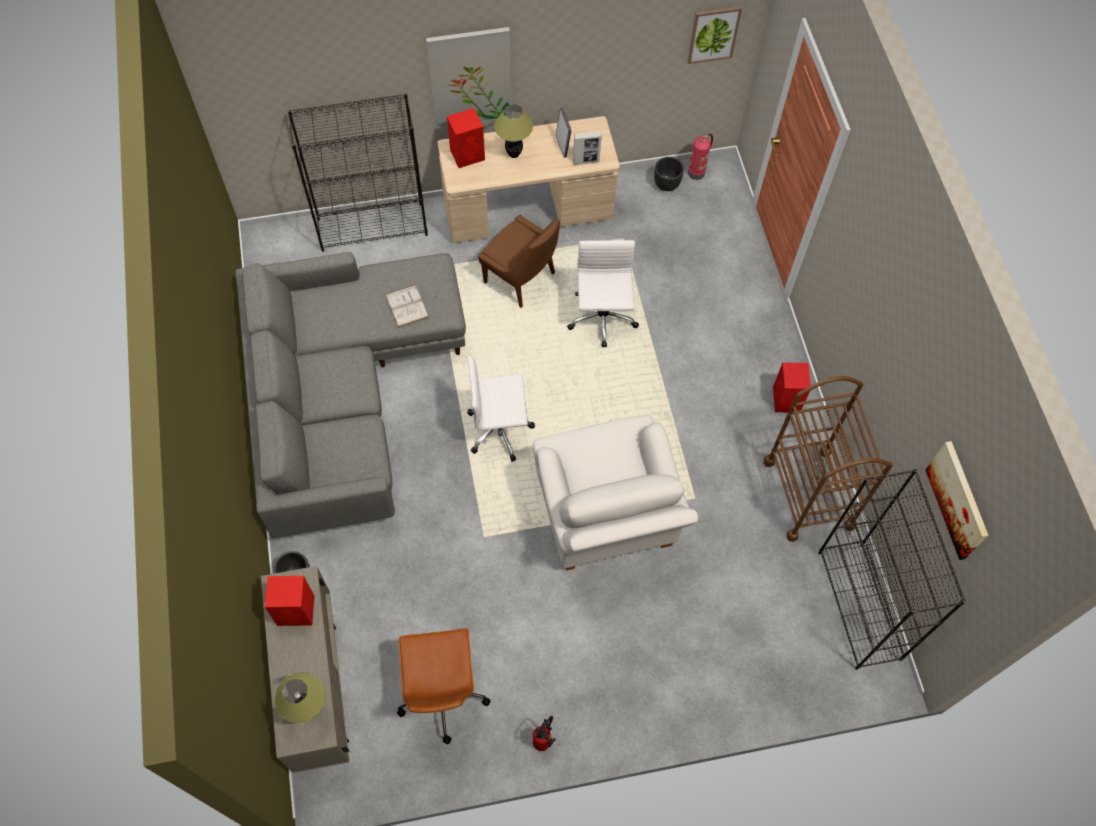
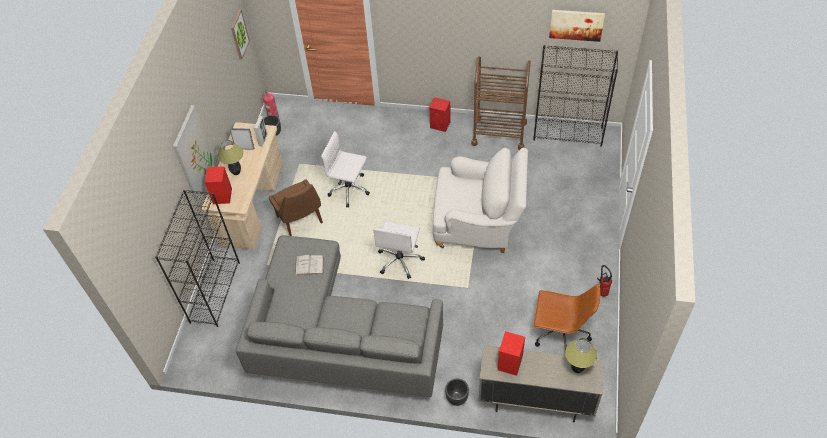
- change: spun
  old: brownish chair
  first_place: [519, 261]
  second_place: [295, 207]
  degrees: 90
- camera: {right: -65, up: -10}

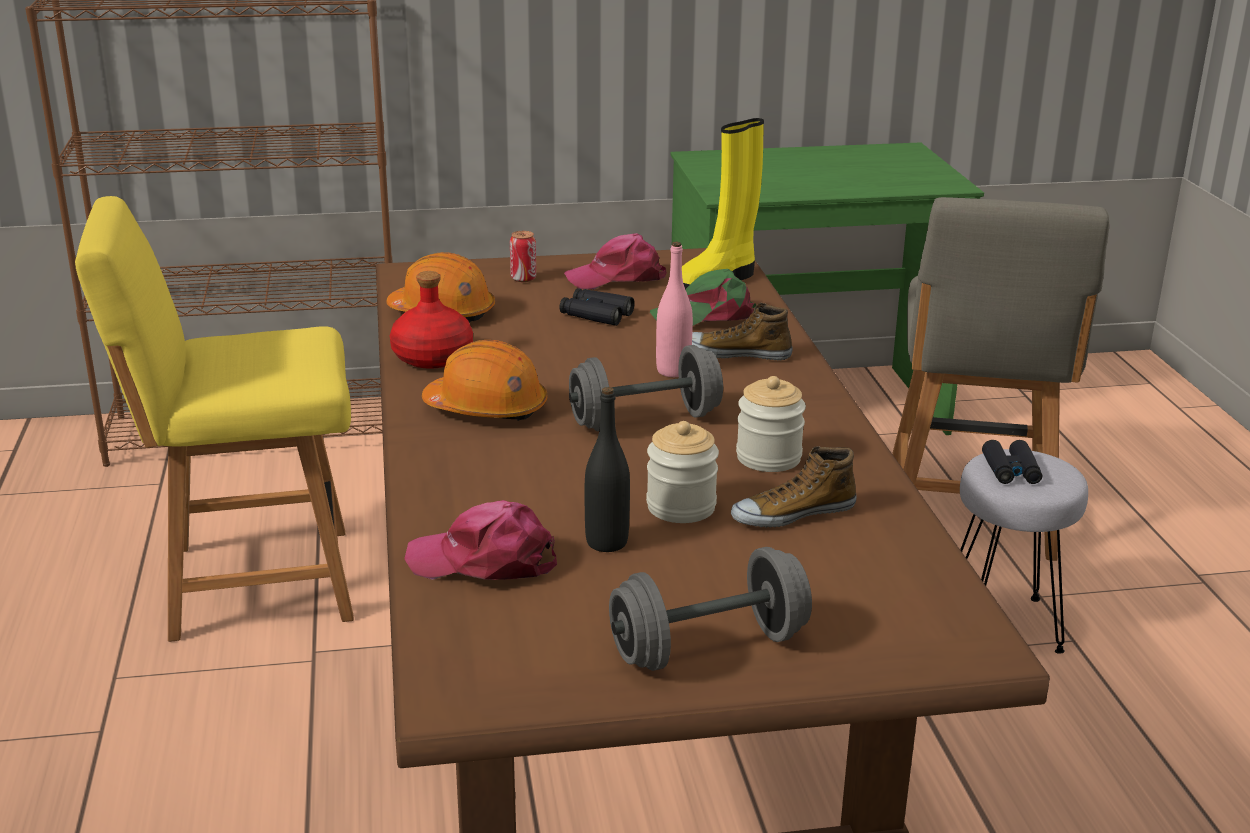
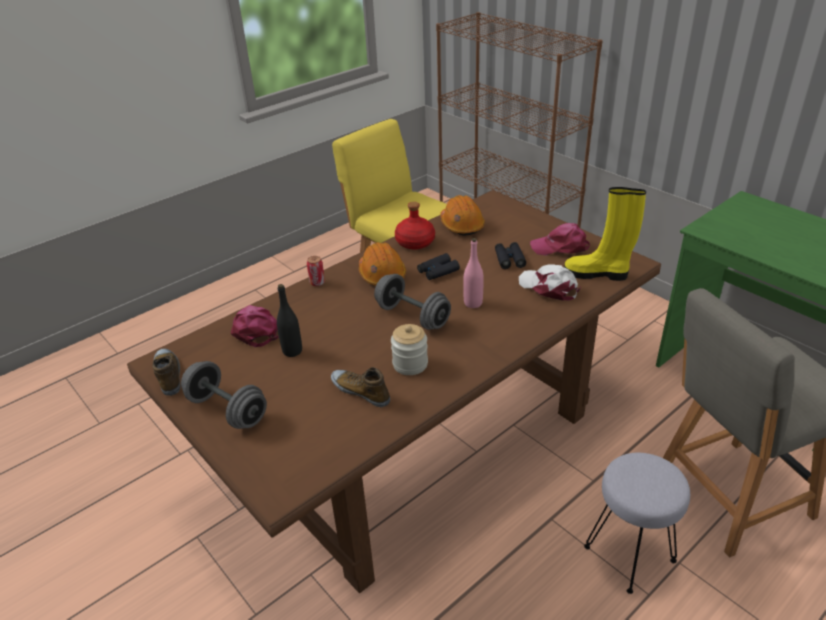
- change: relocated
  old: shoe
  first_place: [742, 332]
  second_place: [166, 372]
- change: relocated
  old: metal can
  first_place: [523, 256]
  second_place: [316, 271]
- change: relocated
  old: black-coloured binoculars
  first_place: [1012, 462]
  second_place: [438, 266]
- change: colour
  old: green cap
  new: whitish cap
  first_place: [703, 297]
  second_place: [550, 283]
- change: spun
  old: pink-coloured cap
  first_place: [615, 261]
  second_place: [560, 239]
  degrees: -45
- change: missing
  old: storage jar
  first_place: [682, 472]
- camera: {right: 60, up: 10}

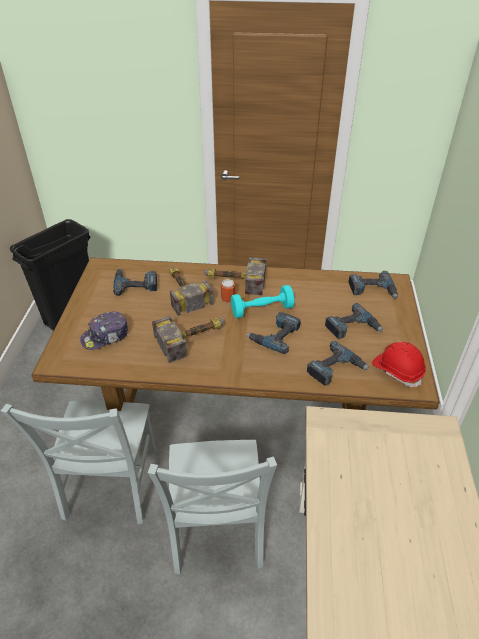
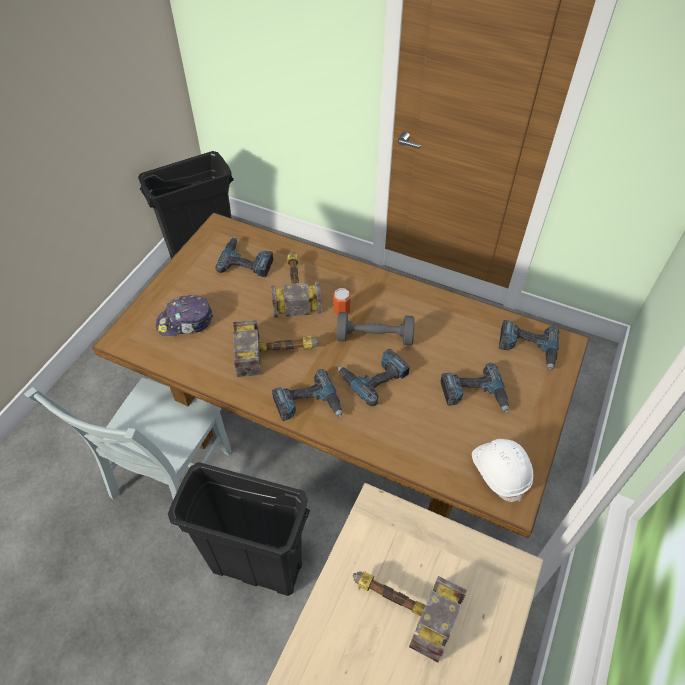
- change: exchanged
  old: gray chair
  new: black-coloured waste bin
  first_place: [212, 507]
  second_place: [239, 529]
- change: relocated
  old: drill
  first_place: [338, 363]
  second_place: [307, 395]
- change: colour
  old: blue-green dumbbell
  new: gray dumbbell
  first_place: [263, 301]
  second_place: [375, 328]
- change: relocated
  old: hammer
  first_place: [235, 276]
  second_place: [410, 616]
- change: colour
  old: reddish work helmet
  new: whitish work helmet
  first_place: [399, 364]
  second_place: [502, 470]
- camera: {right: 20, up: 10}

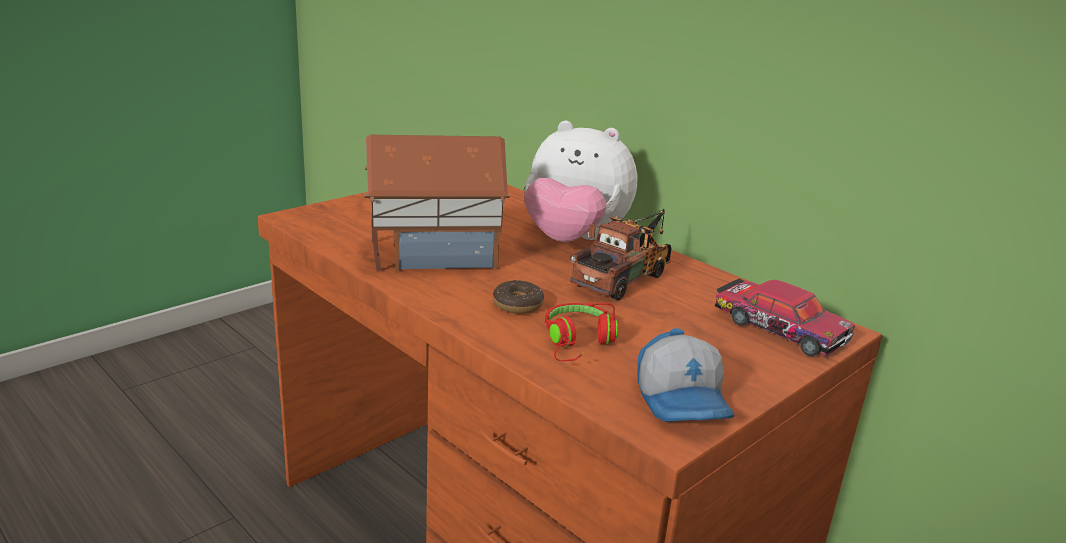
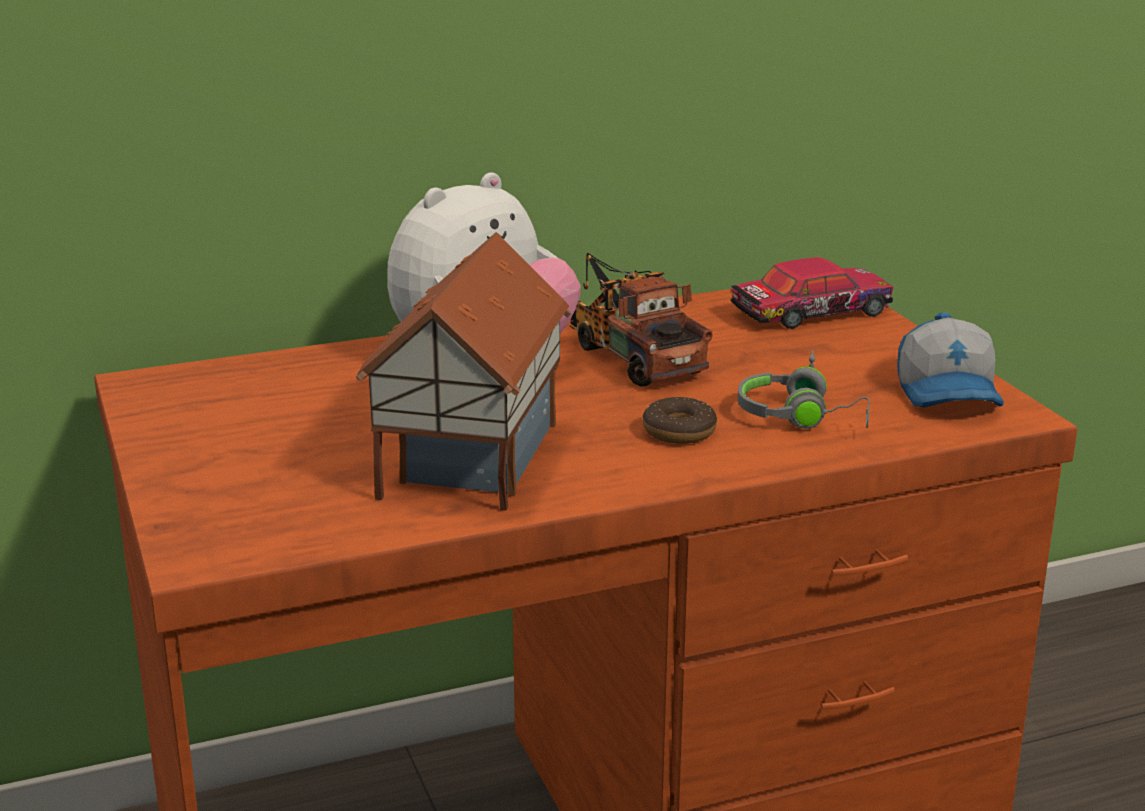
- change: colour
  old: reddish headset
  new: gray headset
  first_place: [581, 331]
  second_place: [803, 389]
- change: spun
  old: cap
  first_place: [686, 375]
  second_place: [950, 360]
  degrees: 75
- camera: {right: -65, up: 0}

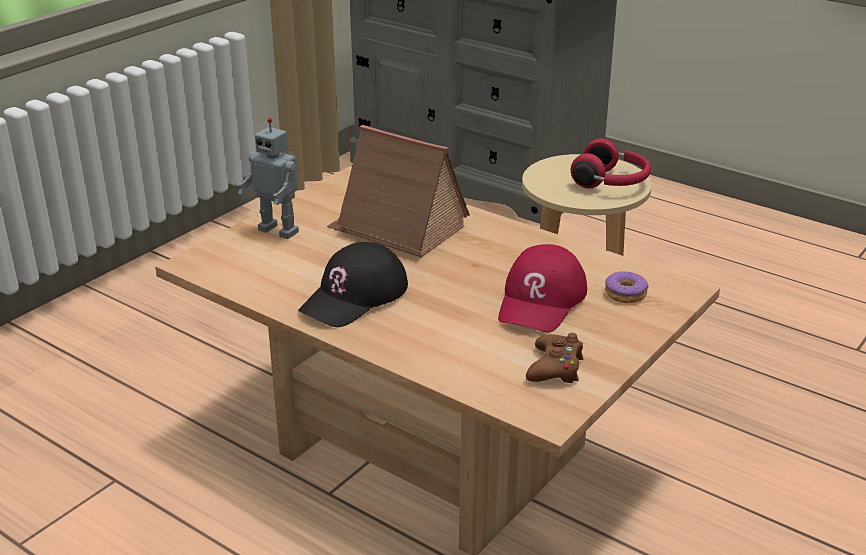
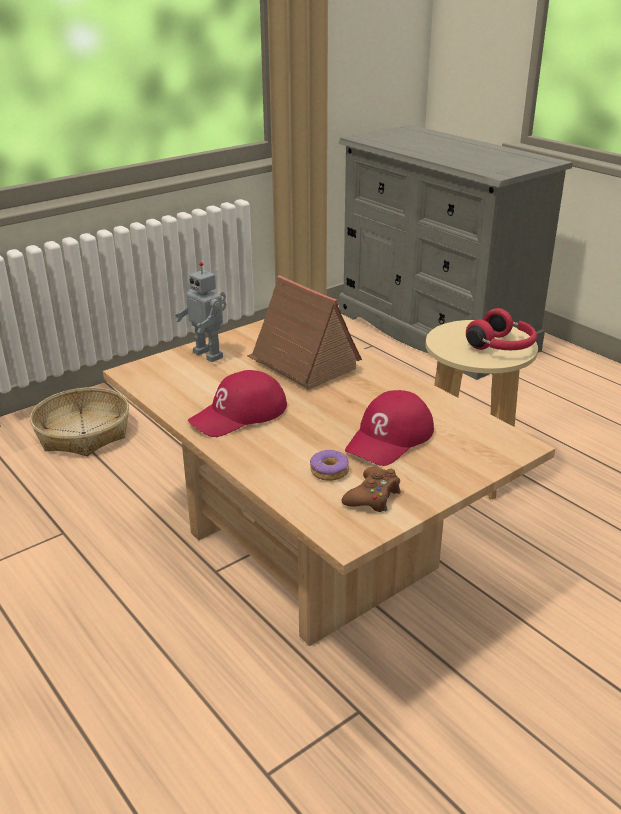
- change: appeared
  new: household basket
  second_place: [79, 421]
- change: colour
  old: black-coloured cap
  new: reddish cap
  first_place: [353, 284]
  second_place: [237, 403]
- change: relocated
  old: ring doughnut
  first_place: [627, 287]
  second_place: [329, 465]
- camera: {right: 15, up: 0}

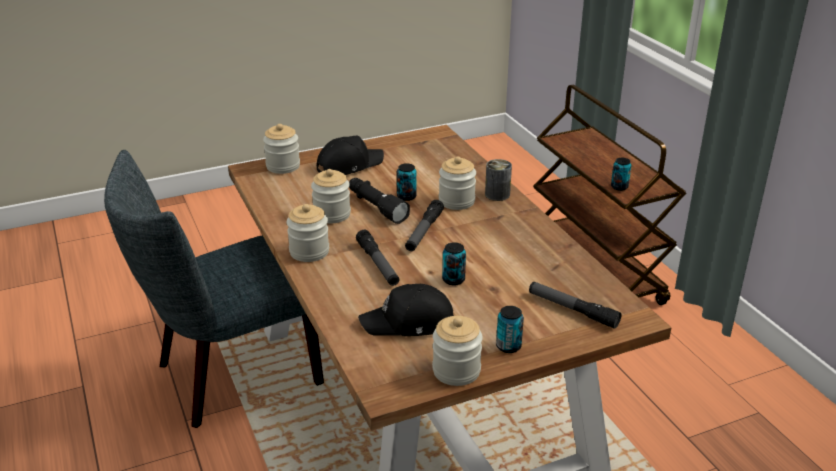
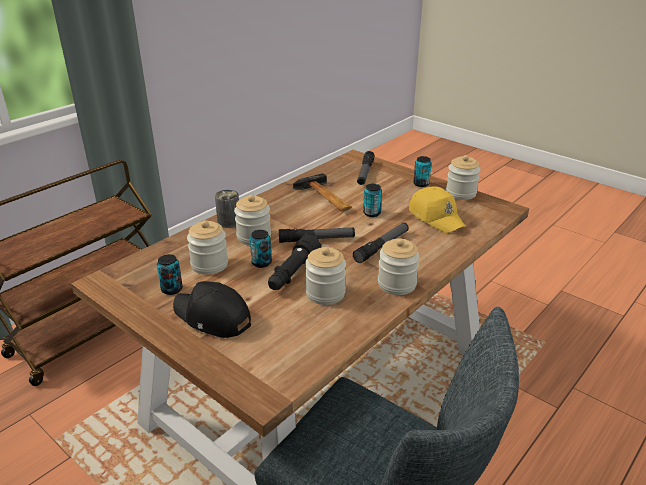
- change: relocated
  old: metal can
  first_place: [621, 174]
  second_place: [170, 274]
- change: relocated
  old: storage jar
  first_place: [281, 149]
  second_place: [207, 247]
- change: appeared
  new: hammer
  second_place: [322, 192]
- change: colour
  old: black-coloured cap
  new: yellowish cap
  first_place: [406, 310]
  second_place: [437, 210]
- camera: {right: -115, up: 0}

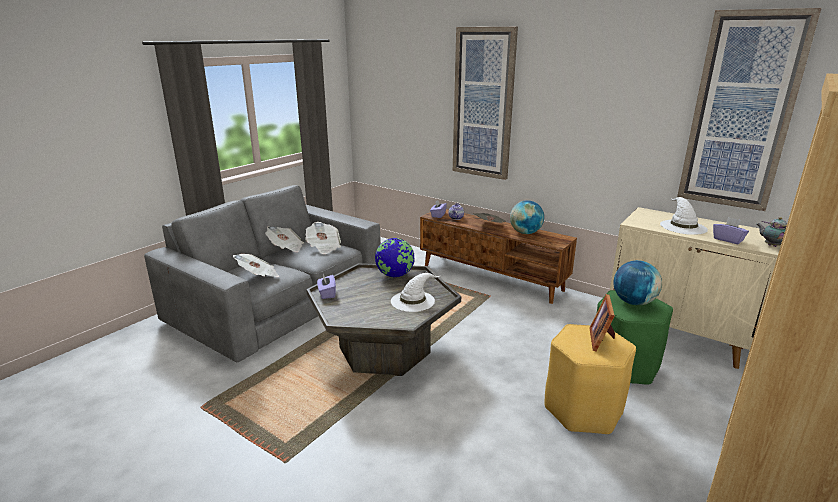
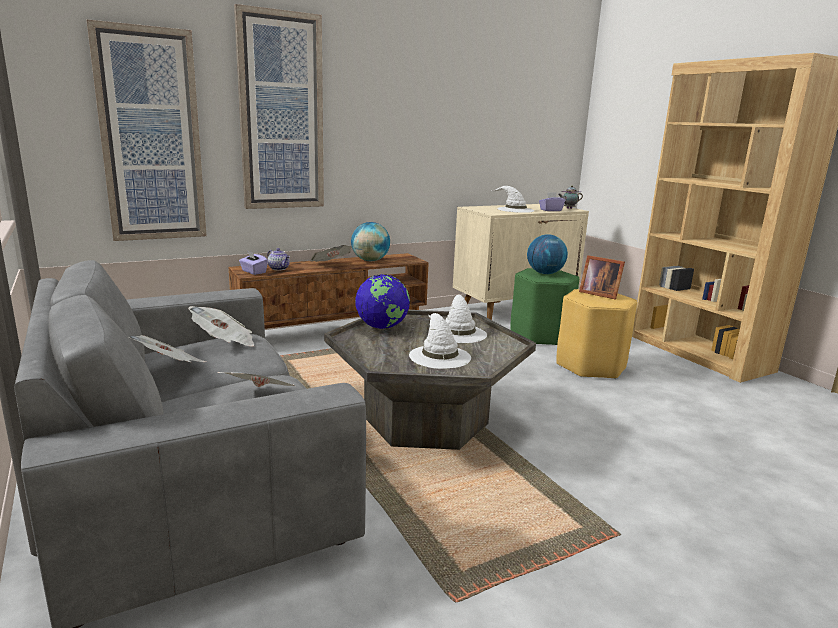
- change: relocated
  old: wall art
  first_place: [749, 109]
  second_place: [146, 130]
- change: appeared
  new: whitish wearable hat
  second_place: [440, 341]
- change: missing
  old: purplish tissue box
  first_place: [326, 286]
- camera: {right: -65, up: -5}

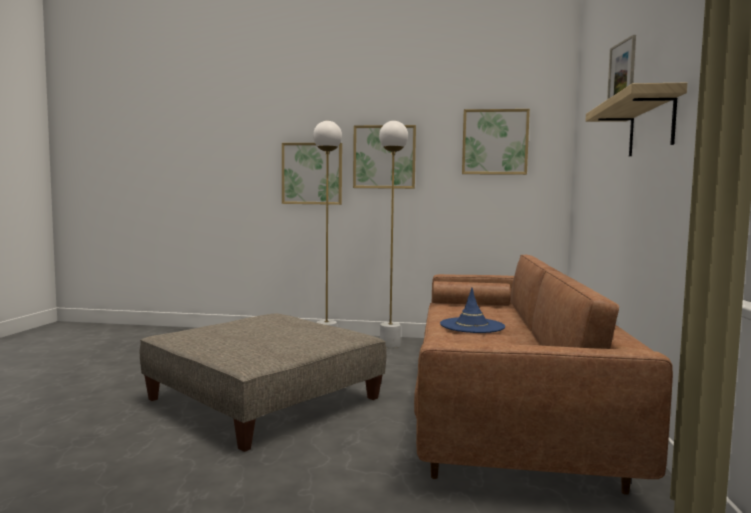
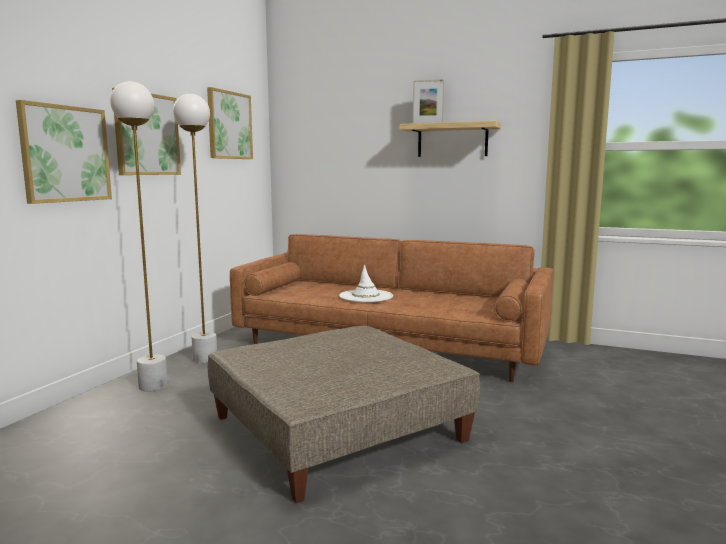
- change: colour
  old: blue-coloured wearable hat
  new: whitish wearable hat
  first_place: [472, 310]
  second_place: [366, 283]
- camera: {right: -75, up: 5}

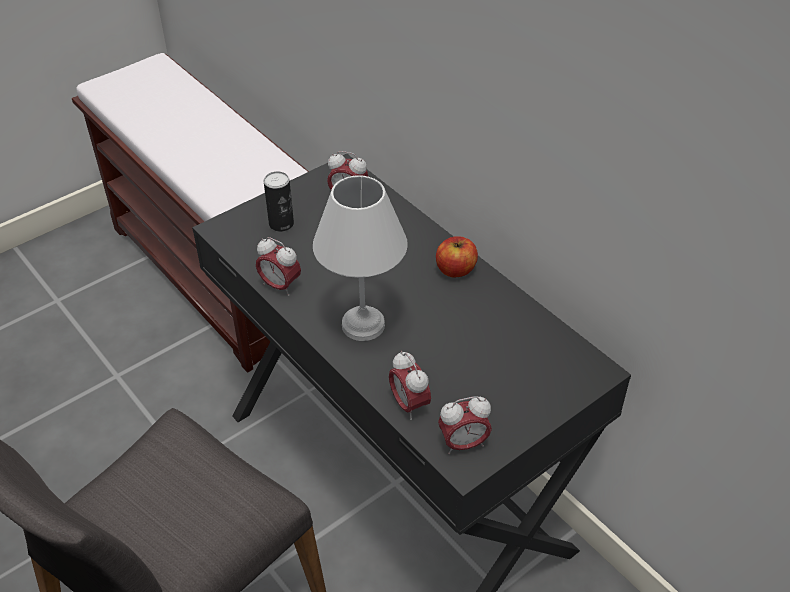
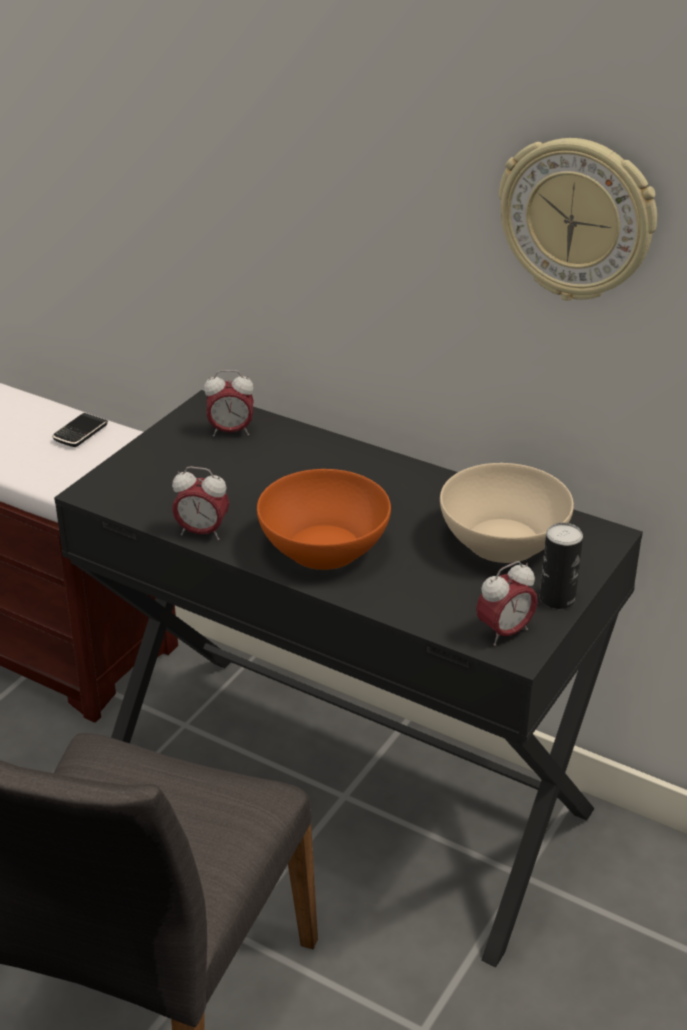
- change: appeared
  new: telephone
  second_place: [80, 430]
- change: exchanged
  old: whitish tabletop lamp
  new: orangey bowl
  first_place: [360, 258]
  second_place: [324, 519]
- change: appeared
  new: beige bowl
  second_place: [507, 513]
- change: appeared
  new: clock on the wall
  second_place: [578, 219]
- change: relocated
  old: metal can
  first_place: [279, 201]
  second_place: [561, 566]
- change: missing
  old: bedside clock
  first_place: [410, 385]
- change: missing
  old: apple fruit
  first_place: [457, 257]
- camera: {right: -20, up: -10}

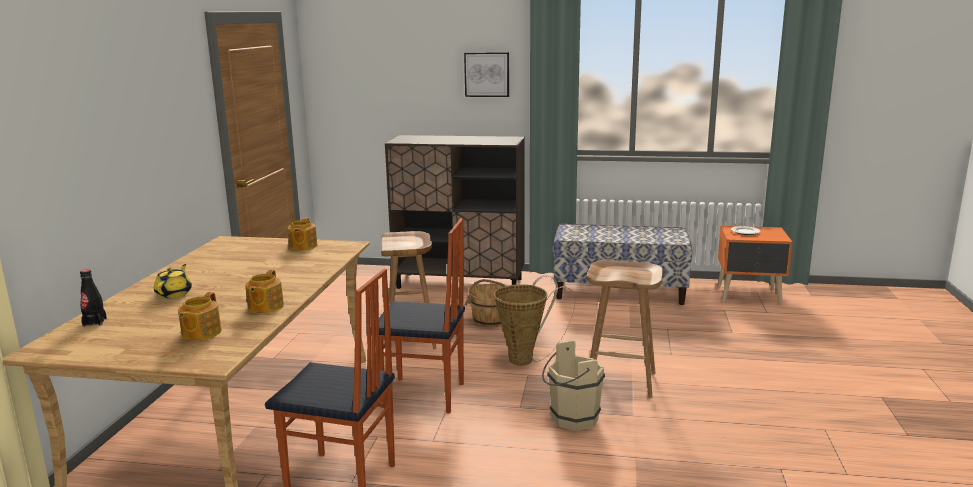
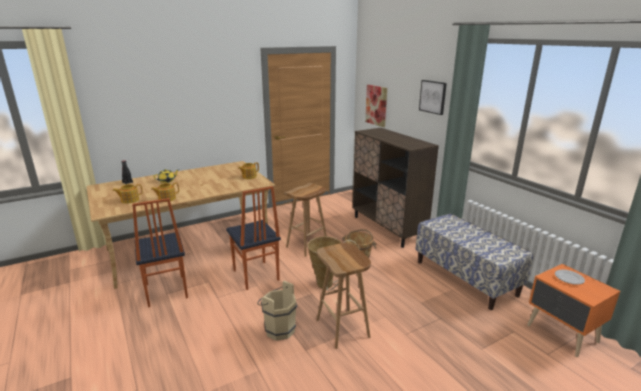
- change: appeared
  new: wall art
  second_place: [376, 106]
- camera: {right: 50, up: 5}

